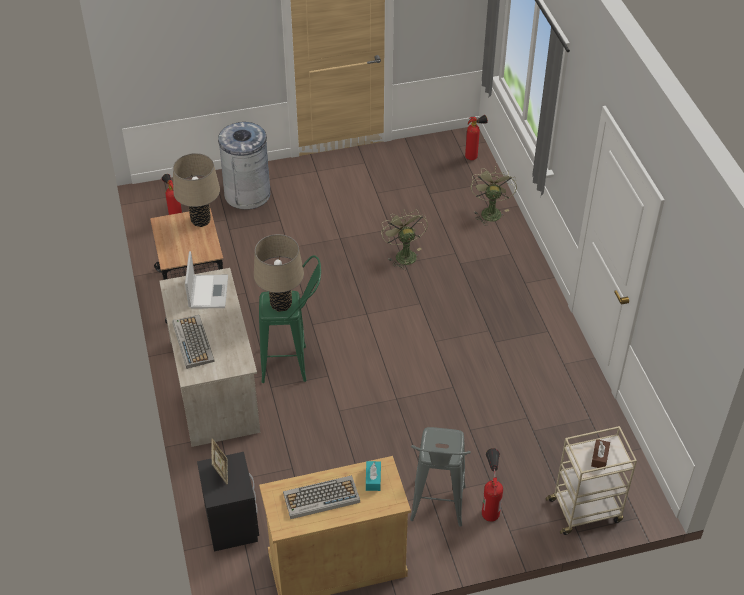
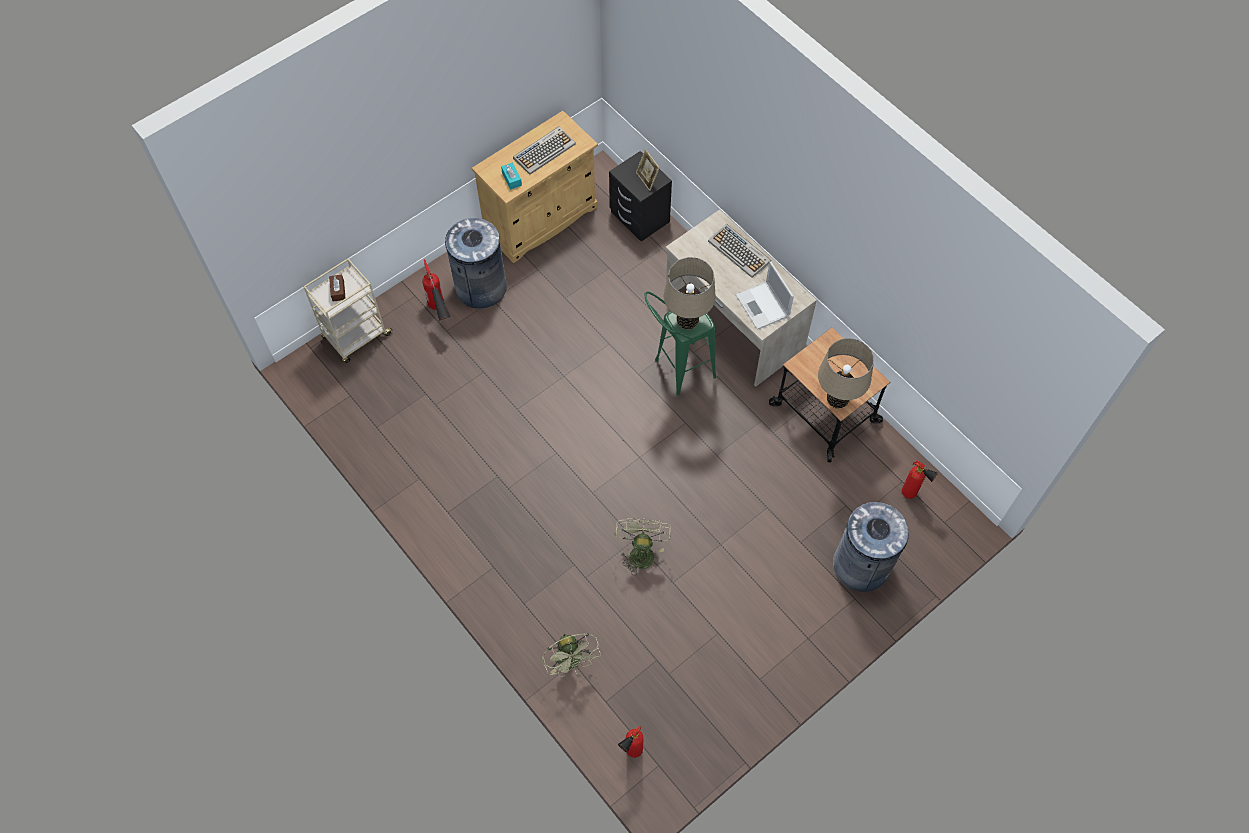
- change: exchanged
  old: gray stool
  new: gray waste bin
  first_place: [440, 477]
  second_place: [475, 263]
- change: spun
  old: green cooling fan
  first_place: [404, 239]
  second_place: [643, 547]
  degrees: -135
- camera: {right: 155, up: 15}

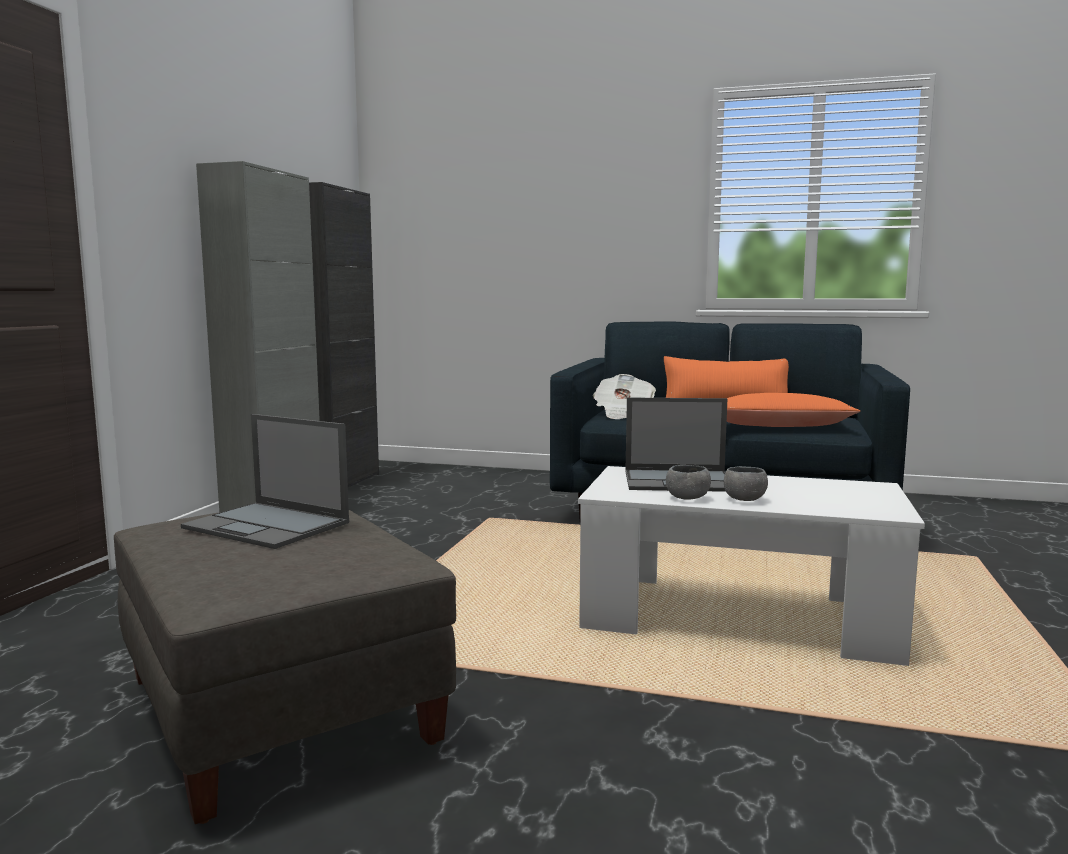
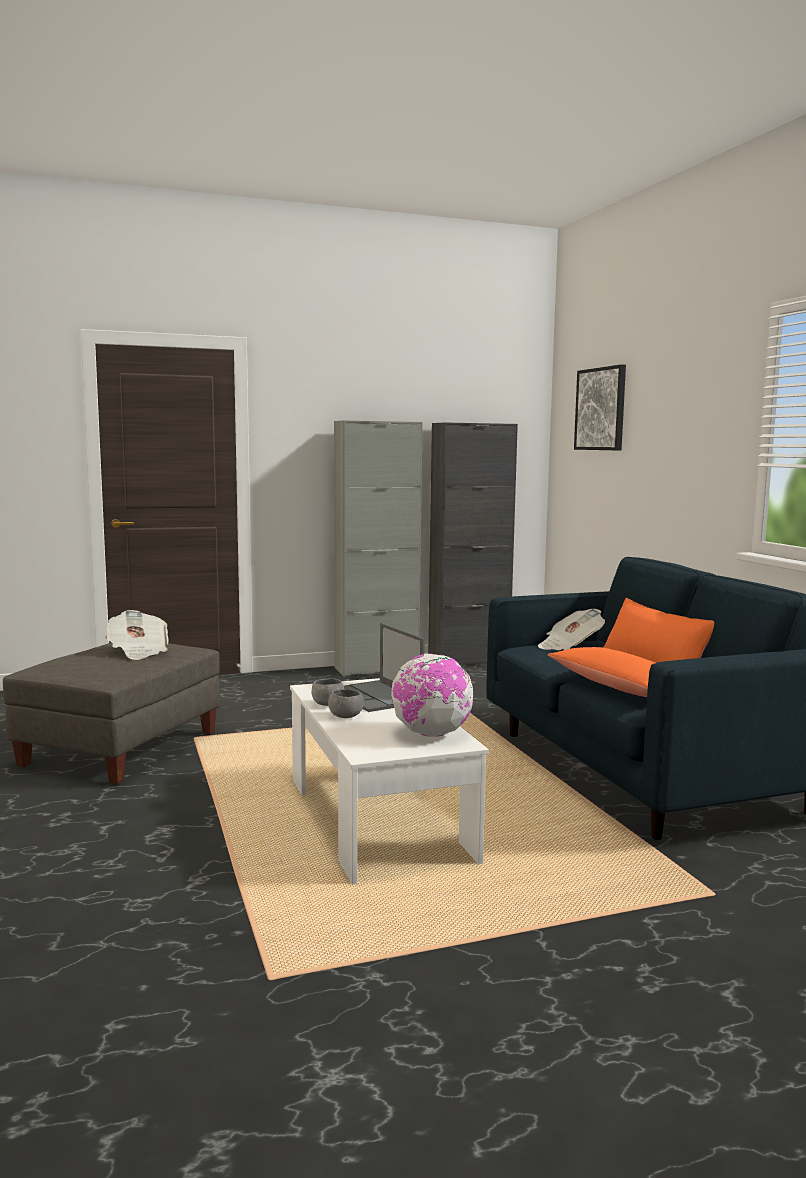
- change: exchanged
  old: portable computer
  new: daily paper
  first_place: [265, 481]
  second_place: [137, 635]
- change: appeared
  new: globe
  second_place: [432, 695]
- change: appeared
  new: wall art
  second_place: [600, 408]
- camera: {right: 55, up: 0}

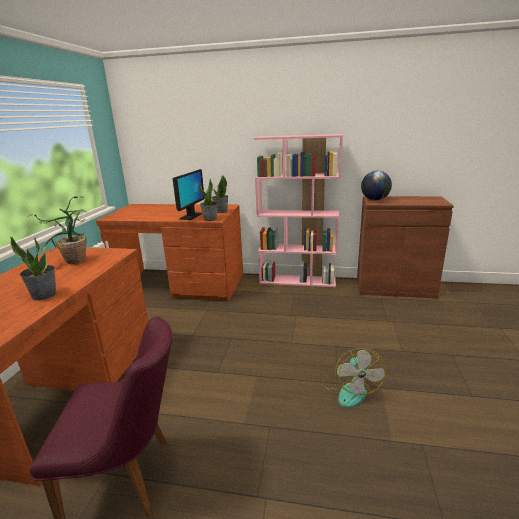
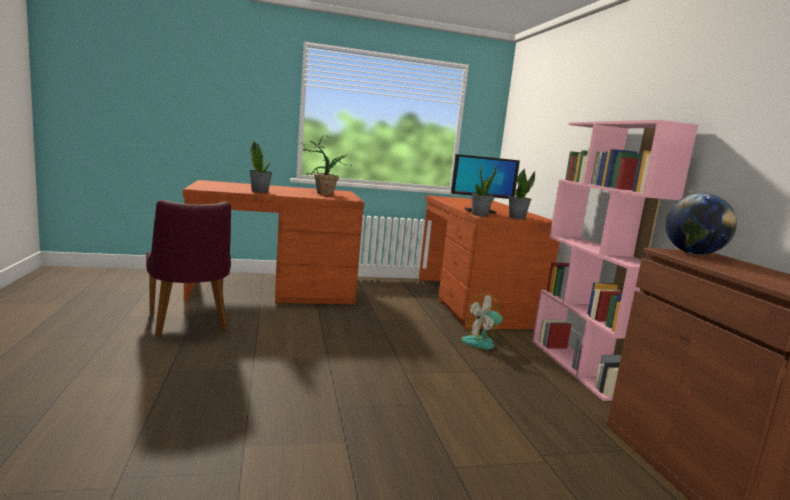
- change: relocated
  old: cooling fan
  first_place: [354, 378]
  second_place: [485, 321]
- camera: {right: 65, up: -10}

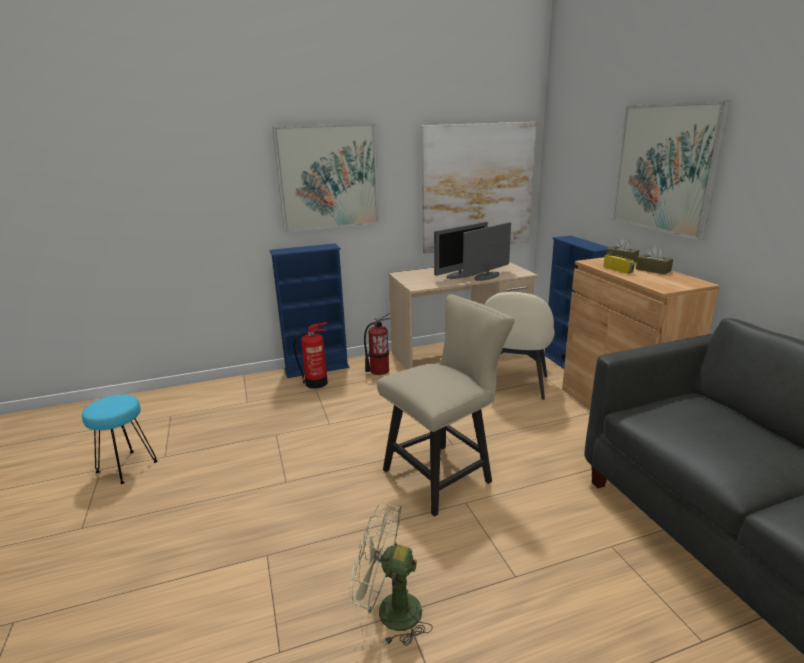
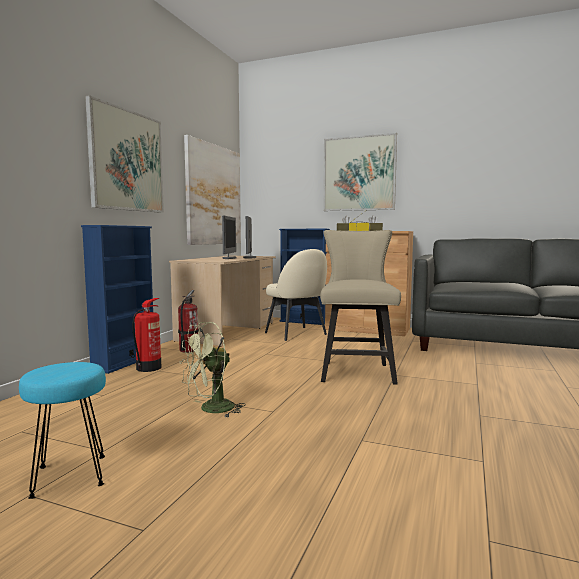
- change: relocated
  old: green cooling fan
  first_place: [391, 574]
  second_place: [212, 370]
- camera: {right: -50, up: -15}

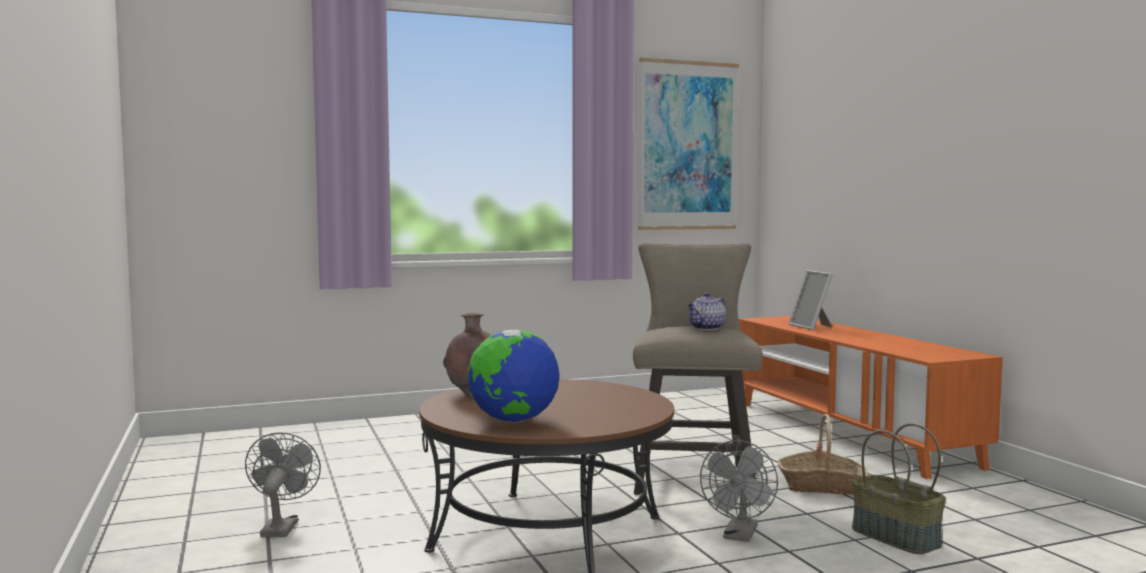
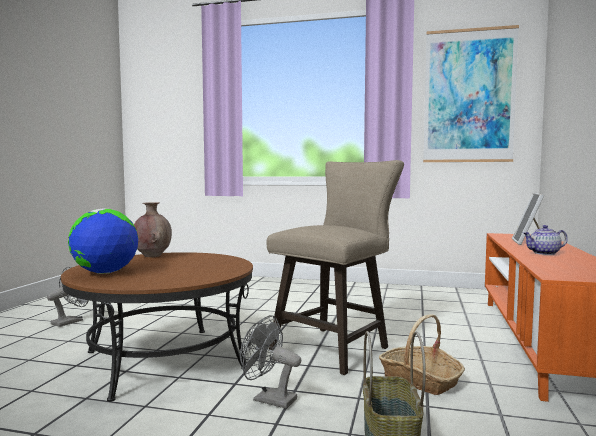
- change: spun
  old: gray cooling fan
  first_place: [739, 491]
  second_place: [270, 362]
  degrees: 60
- change: relocated
  old: teapot
  first_place: [707, 311]
  second_place: [545, 240]
- camera: {right: 35, up: 0}

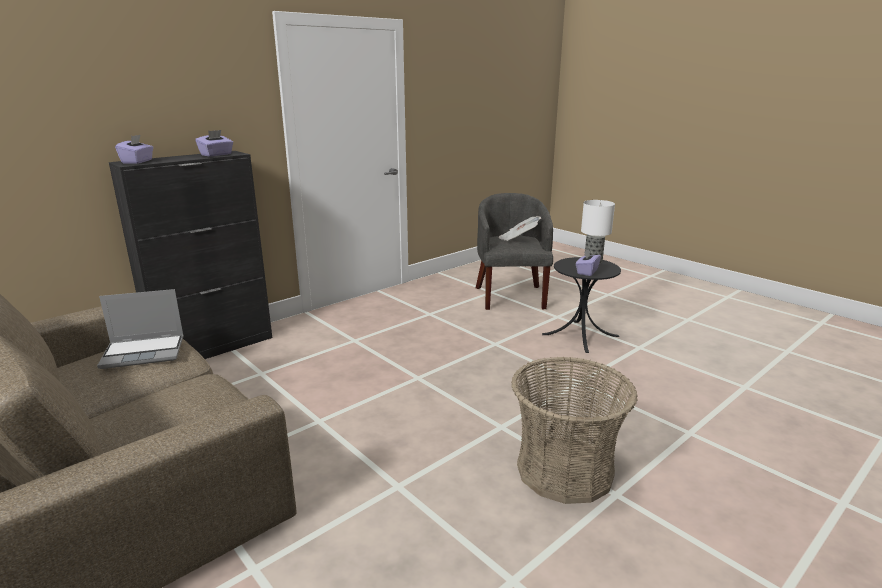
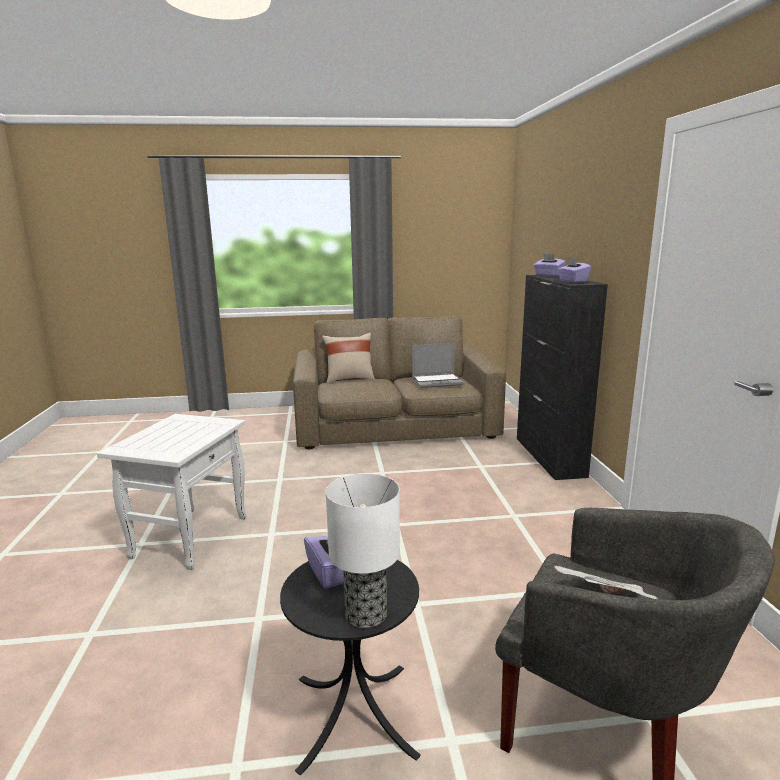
- change: exchanged
  old: household basket
  new: whitish accent table
  first_place: [574, 430]
  second_place: [171, 492]
- change: appeared
  new: beige cushion
  second_place: [348, 358]
- change: spun
  old: portable computer
  first_place: [140, 329]
  second_place: [438, 365]
  degrees: -120
- camera: {right: 125, up: -5}

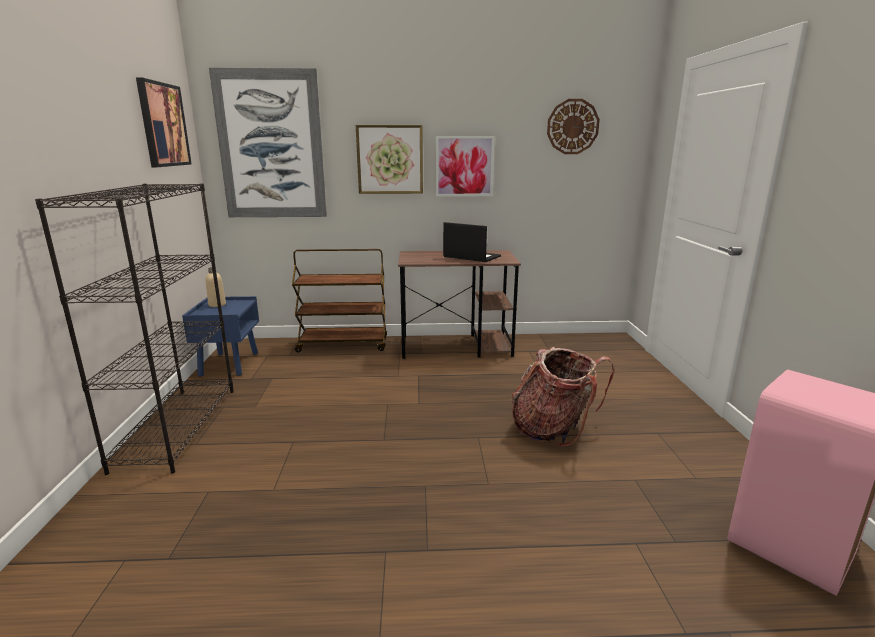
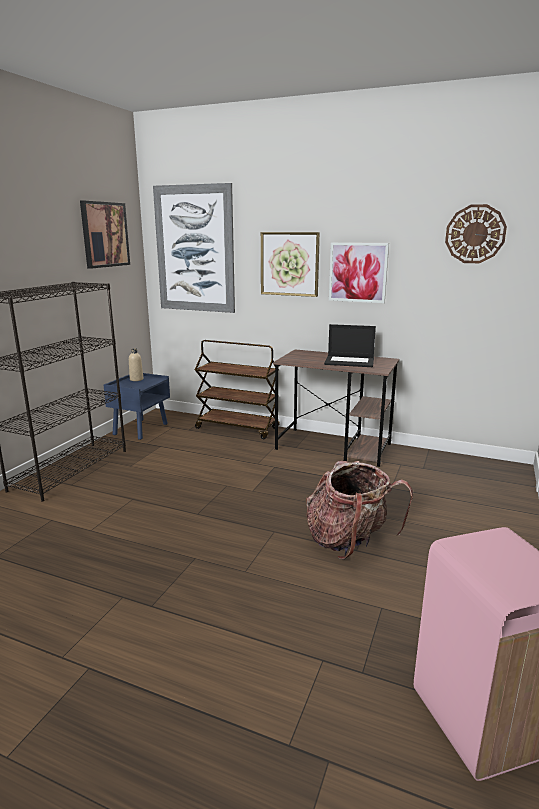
- change: spun
  old: portable computer
  first_place: [472, 242]
  second_place: [350, 345]
  degrees: 135
- camera: {right: 25, up: 0}

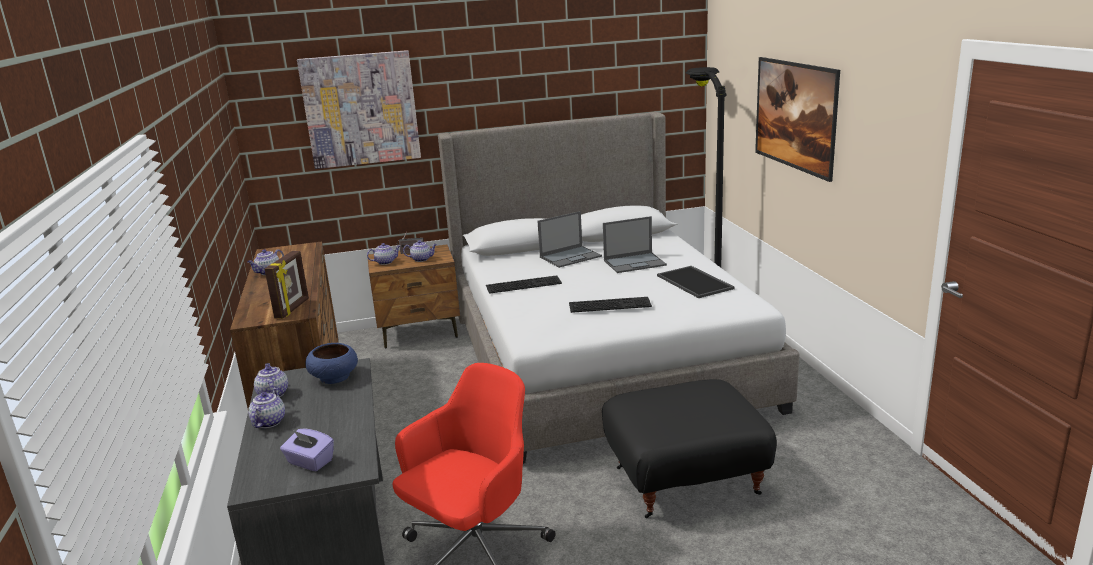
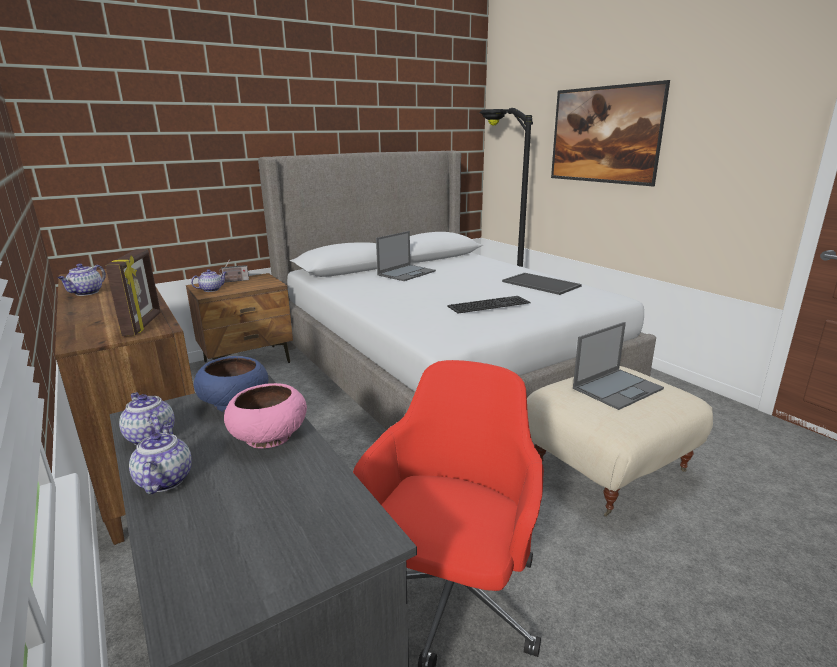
- change: appeared
  new: pink-coloured bowl
  second_place: [265, 415]
- change: colour
  old: black-coloured ottoman
  new: beige ottoman
  first_place: [689, 448]
  second_place: [620, 441]
- change: relocated
  old: portable computer
  first_place: [635, 244]
  second_place: [618, 366]
- change: missing
  old: purplish tissue box
  first_place: [307, 449]
- change: missing
  old: wall art
  first_place: [359, 109]
- change: missing
  old: teapot
  first_place: [420, 251]
- change: missing
  old: PC keyboard
  first_place: [524, 284]
- camera: {right: -20, up: 0}

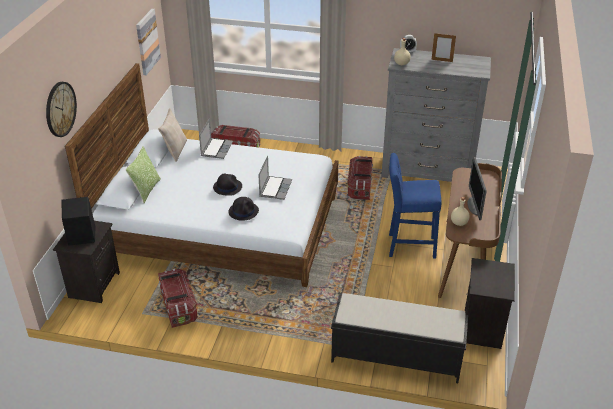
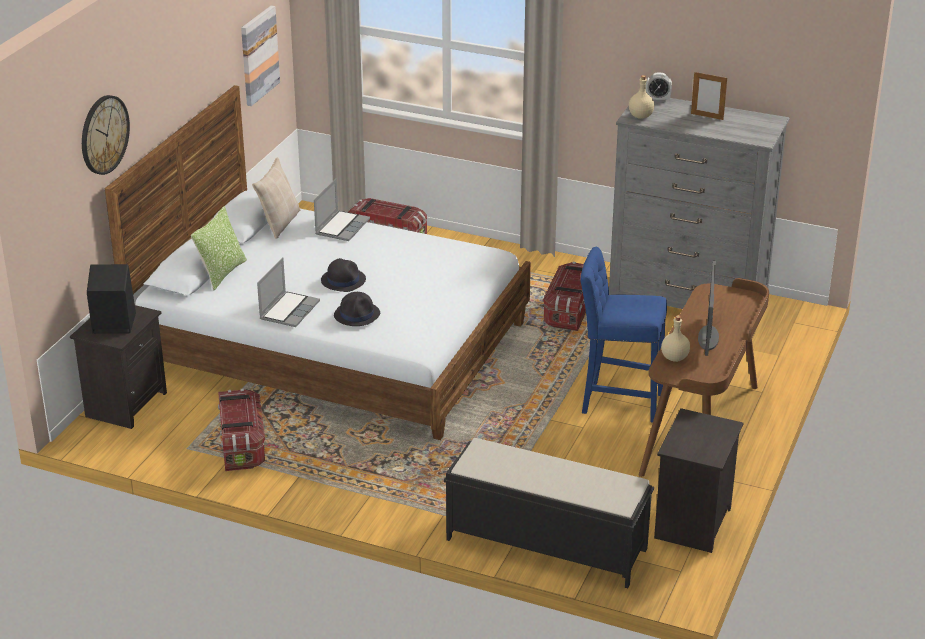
- change: relocated
  old: portable computer
  first_place: [275, 178]
  second_place: [288, 292]
- camera: {right: 10, up: -5}

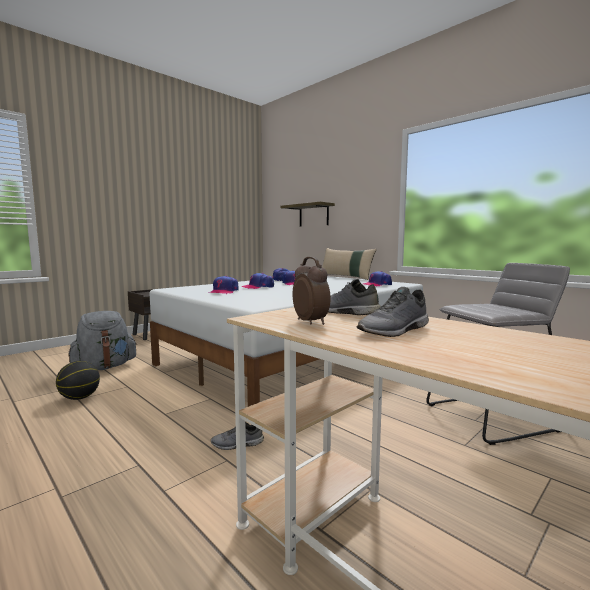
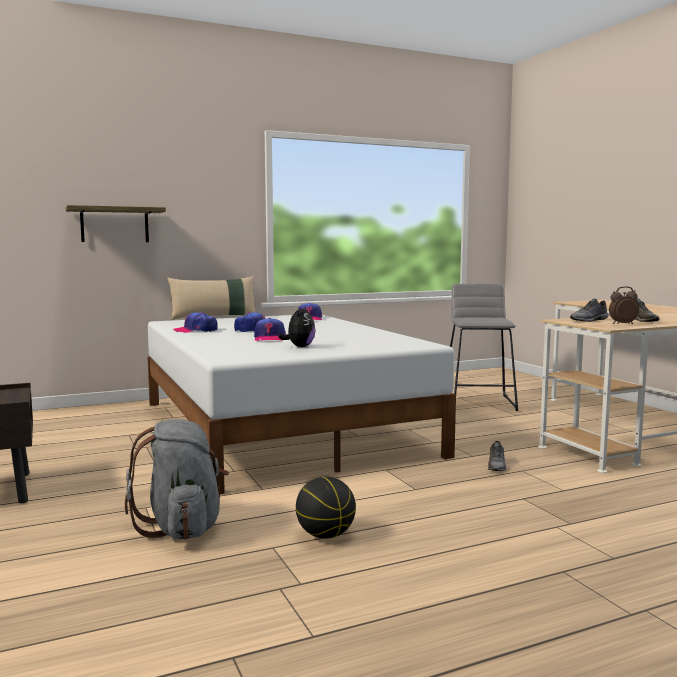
- change: exchanged
  old: cap
  new: soft toy
  first_place: [224, 285]
  second_place: [296, 326]
- camera: {right: -70, up: 0}

